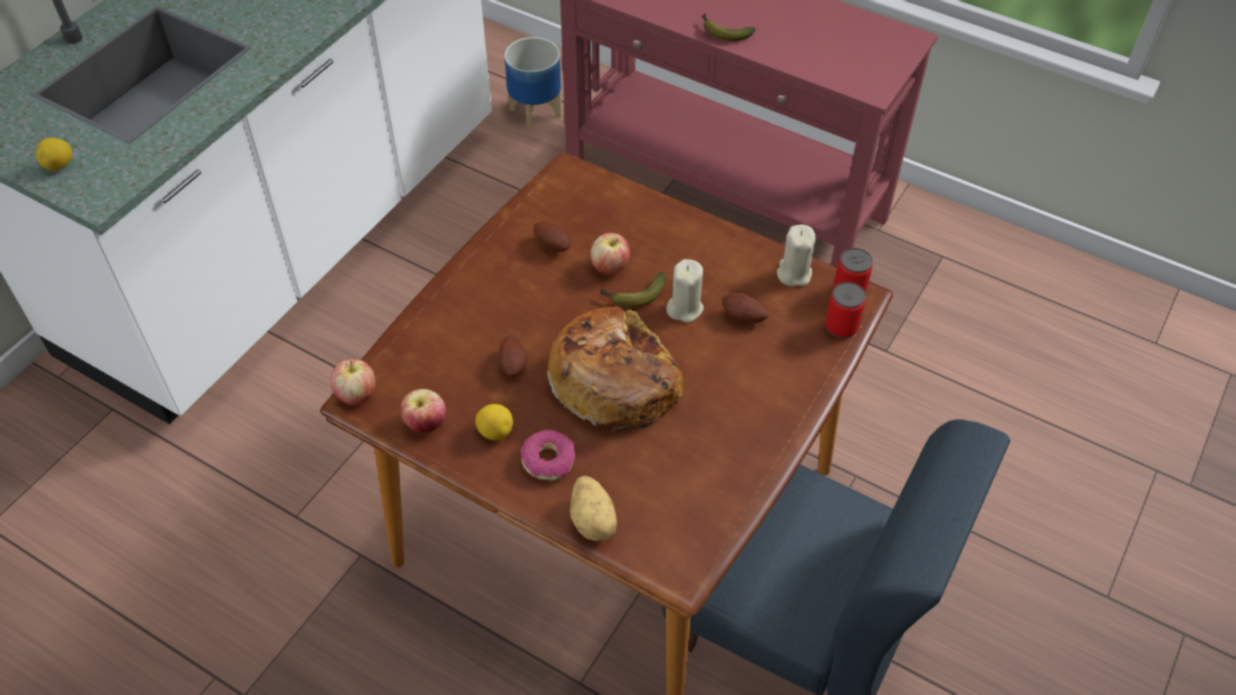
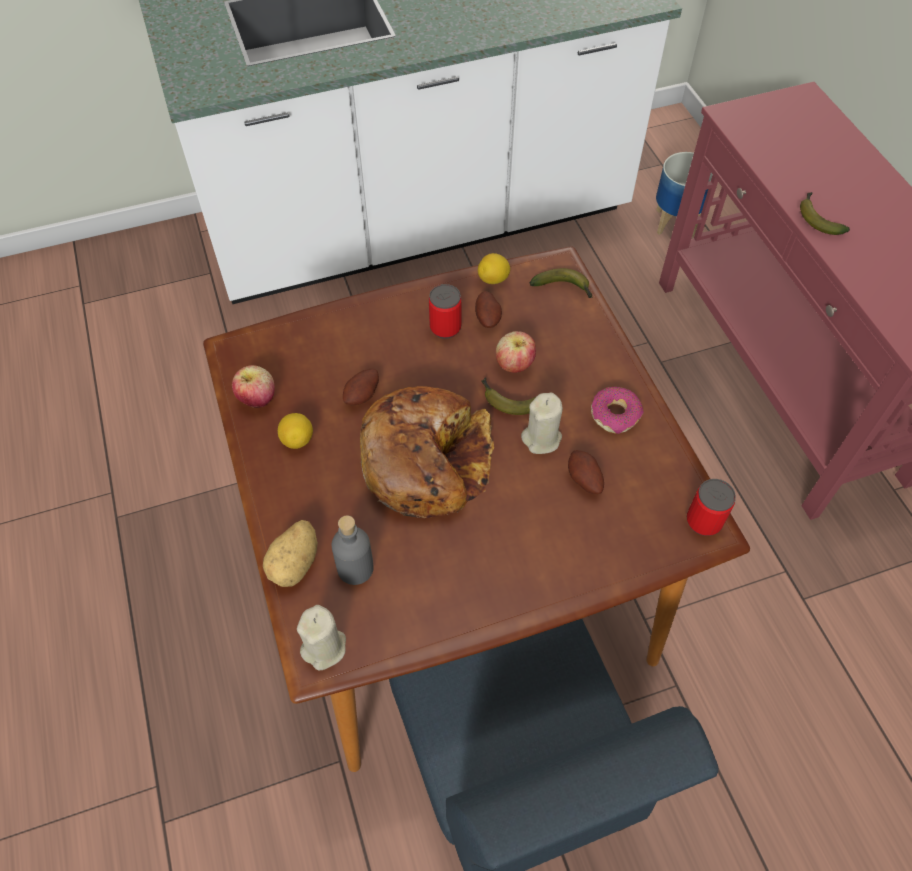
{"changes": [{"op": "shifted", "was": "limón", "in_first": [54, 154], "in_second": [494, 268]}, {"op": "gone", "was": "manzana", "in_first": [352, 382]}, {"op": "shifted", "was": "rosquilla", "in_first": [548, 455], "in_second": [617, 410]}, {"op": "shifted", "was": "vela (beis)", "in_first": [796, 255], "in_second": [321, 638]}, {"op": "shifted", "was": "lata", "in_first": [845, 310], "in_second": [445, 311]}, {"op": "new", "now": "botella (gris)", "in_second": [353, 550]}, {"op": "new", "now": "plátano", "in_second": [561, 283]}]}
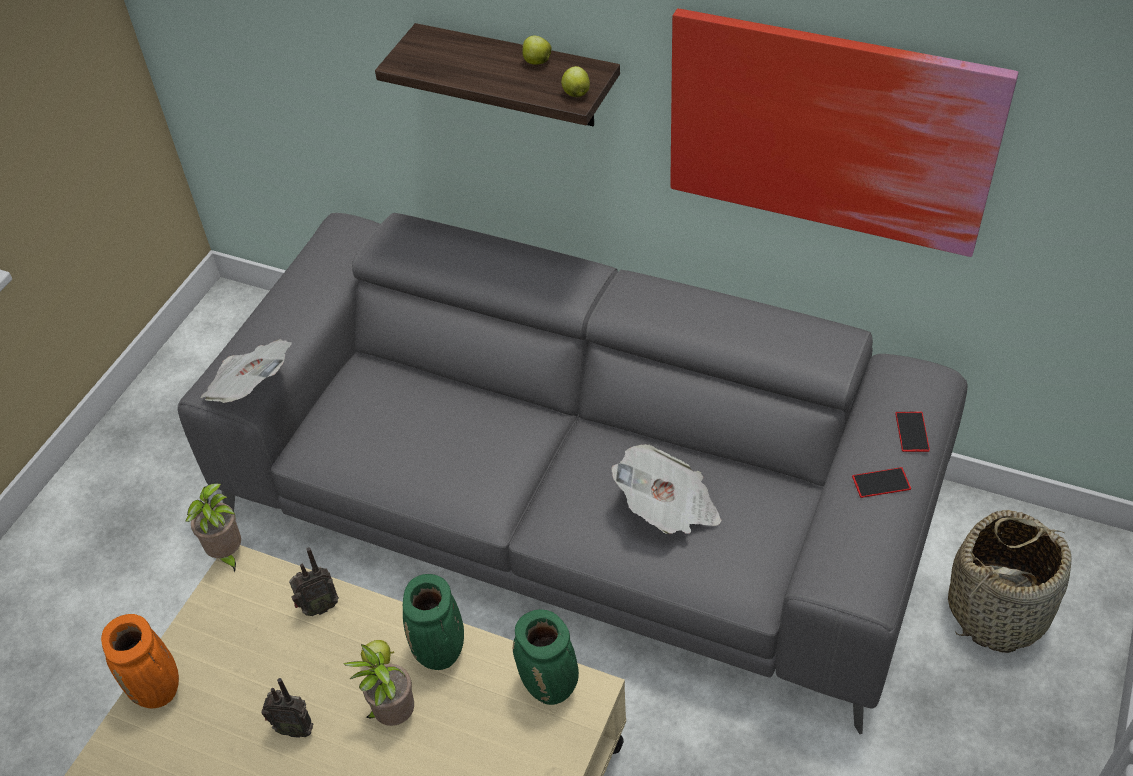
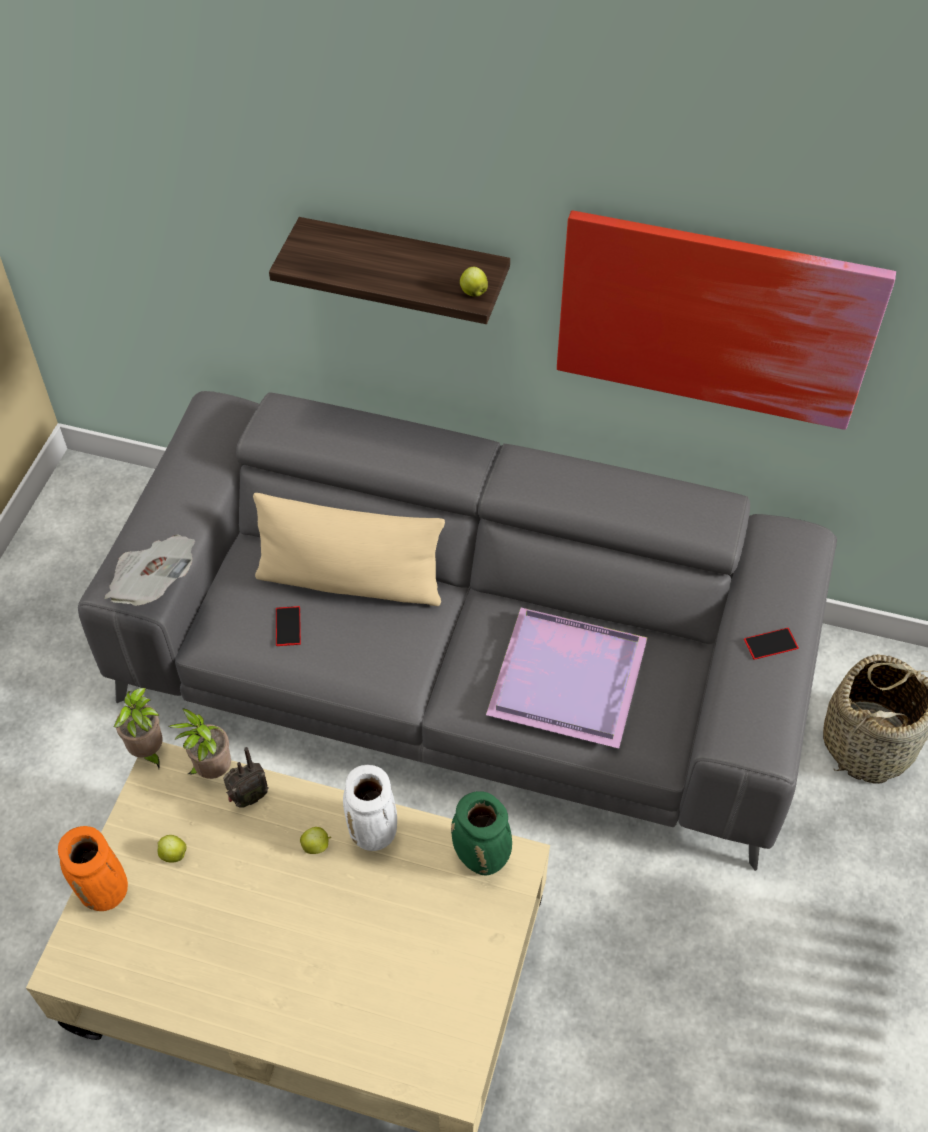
{"changes": [{"op": "gone", "was": "radio", "in_first": [287, 708]}, {"op": "shifted", "was": "planta en maceta", "in_first": [378, 685], "in_second": [200, 743]}, {"op": "repainted", "was": "florero (verde)", "now": "florero (blanco)", "in_first": [433, 622], "in_second": [370, 808]}, {"op": "shifted", "was": "manzana", "in_first": [537, 50], "in_second": [172, 849]}, {"op": "swapped", "was": "periódico", "now": "bandeja (morado)", "in_first": [667, 489], "in_second": [566, 678]}, {"op": "shifted", "was": "móvil", "in_first": [912, 432], "in_second": [288, 626]}, {"op": "new", "now": "cojín (beis)", "in_second": [349, 549]}]}
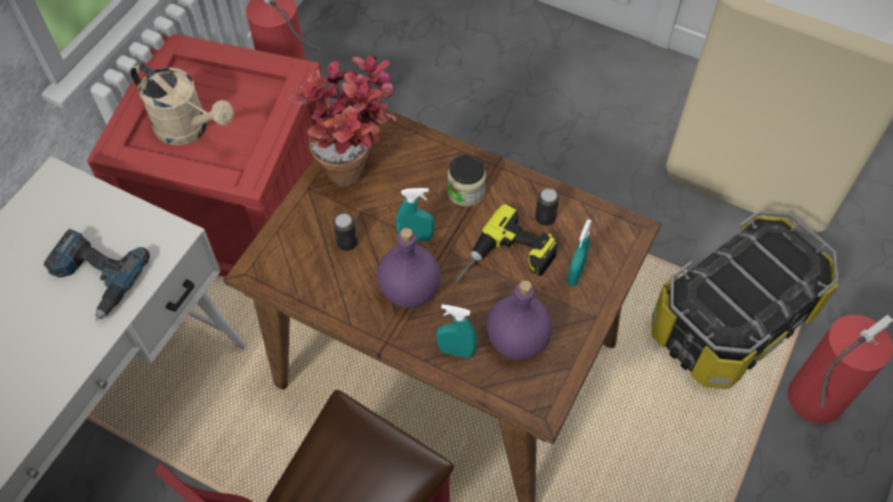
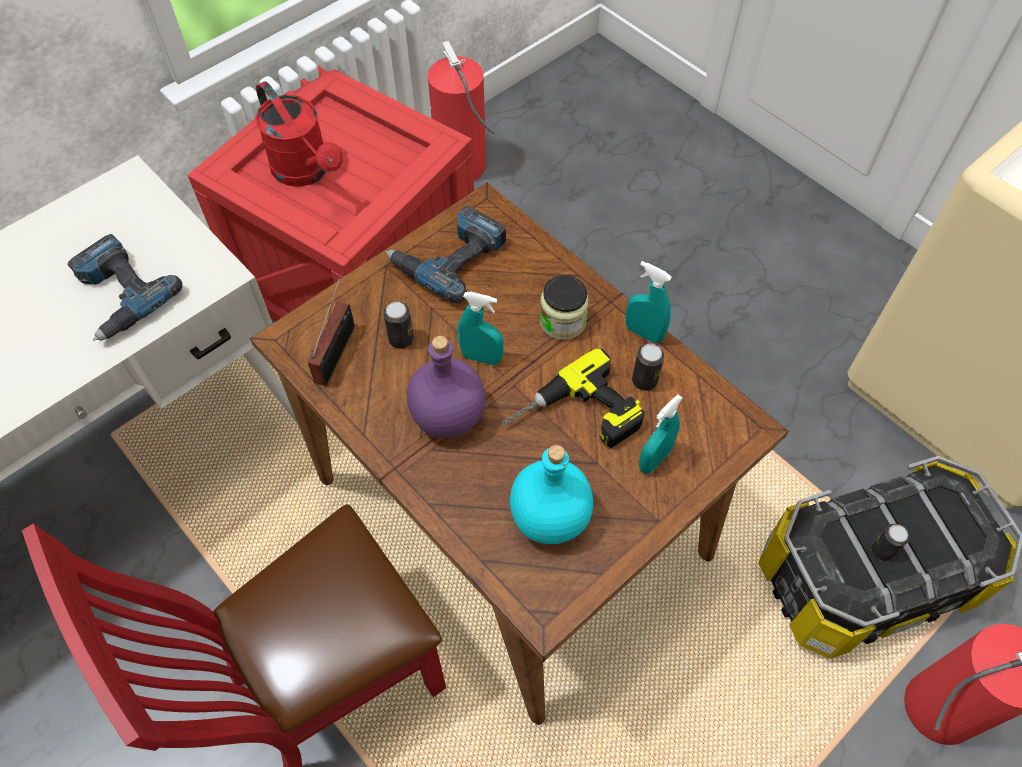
{"changes": [{"op": "repainted", "was": "regadera (beis)", "now": "regadera (rojo)", "in_first": [182, 104], "in_second": [299, 134]}, {"op": "swapped", "was": "planta en maceta", "now": "taladro", "in_first": [341, 121], "in_second": [446, 254]}, {"op": "shifted", "was": "pulverizador (turquesa)", "in_first": [456, 331], "in_second": [649, 302]}, {"op": "repainted", "was": "botella (morado)", "now": "botella (turquesa)", "in_first": [519, 320], "in_second": [551, 494]}, {"op": "new", "now": "radio", "in_second": [331, 331]}, {"op": "new", "now": "lata", "in_second": [890, 542]}]}
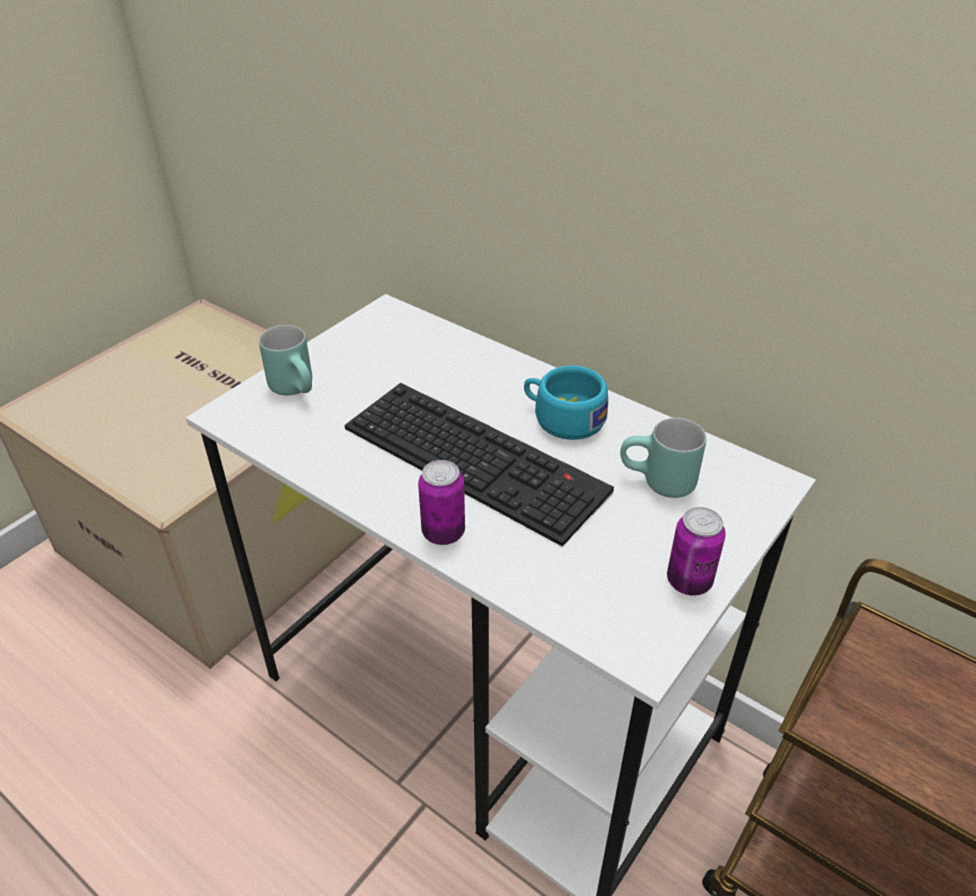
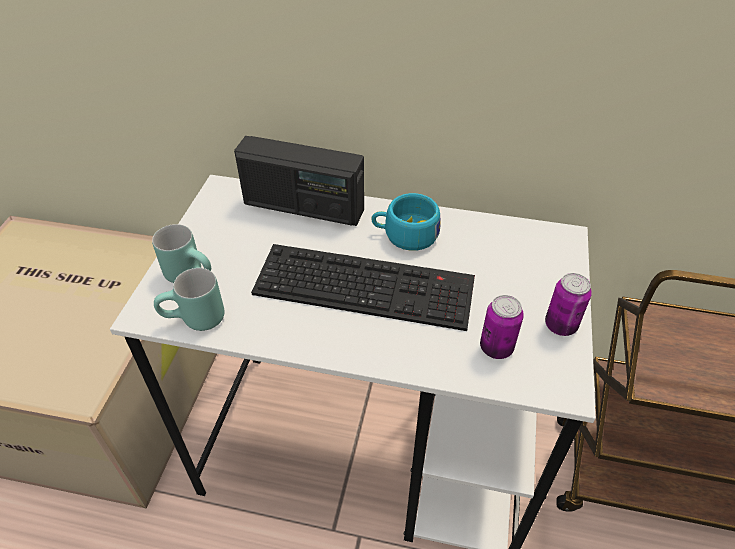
{"changes": [{"op": "shifted", "was": "lata", "in_first": [441, 502], "in_second": [502, 327]}, {"op": "shifted", "was": "taza grande (turquesa)", "in_first": [663, 458], "in_second": [189, 299]}, {"op": "new", "now": "radio", "in_second": [299, 181]}]}
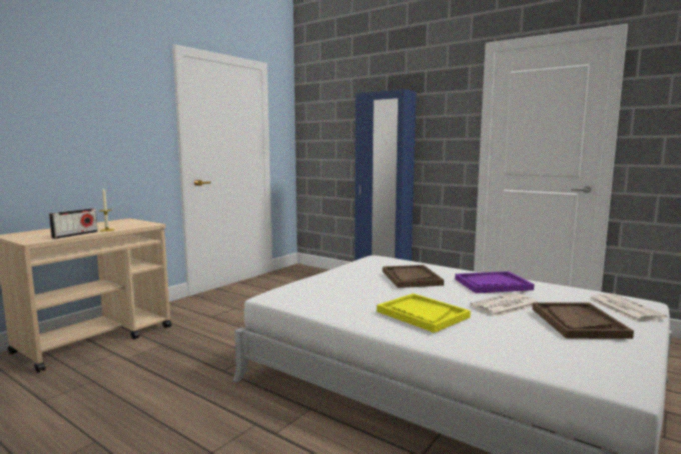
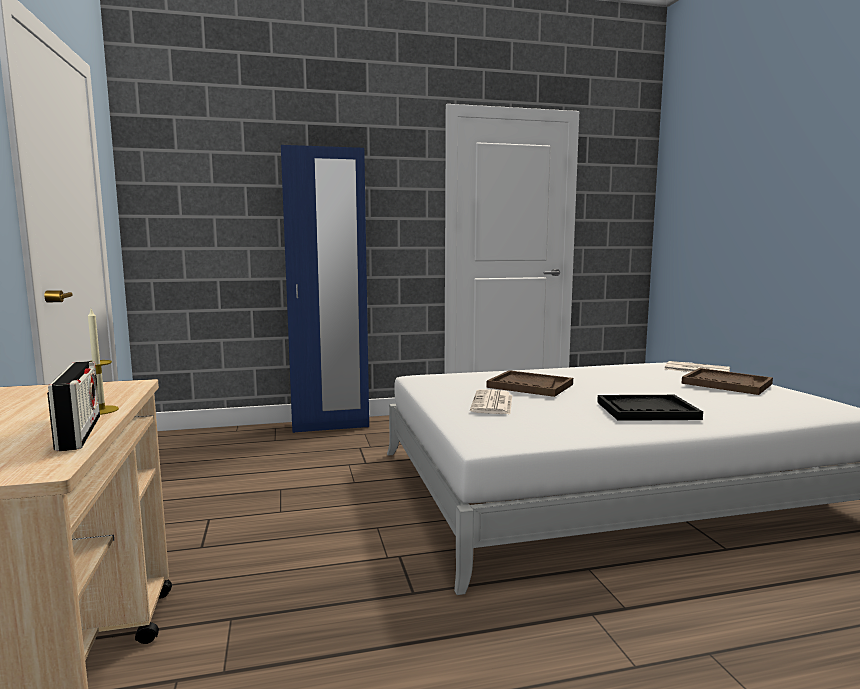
{"changes": [{"op": "repainted", "was": "bandeja (amarillo)", "now": "bandeja (negro)", "in_first": [424, 313], "in_second": [650, 408]}, {"op": "gone", "was": "bandeja (morado)", "in_first": [494, 282]}, {"op": "shifted", "was": "periódico", "in_first": [504, 305], "in_second": [491, 401]}]}
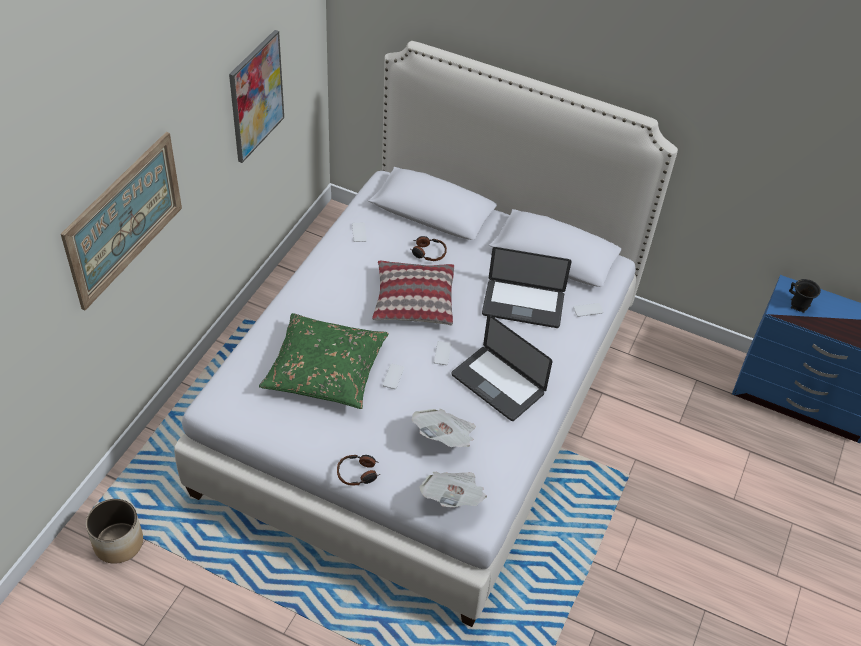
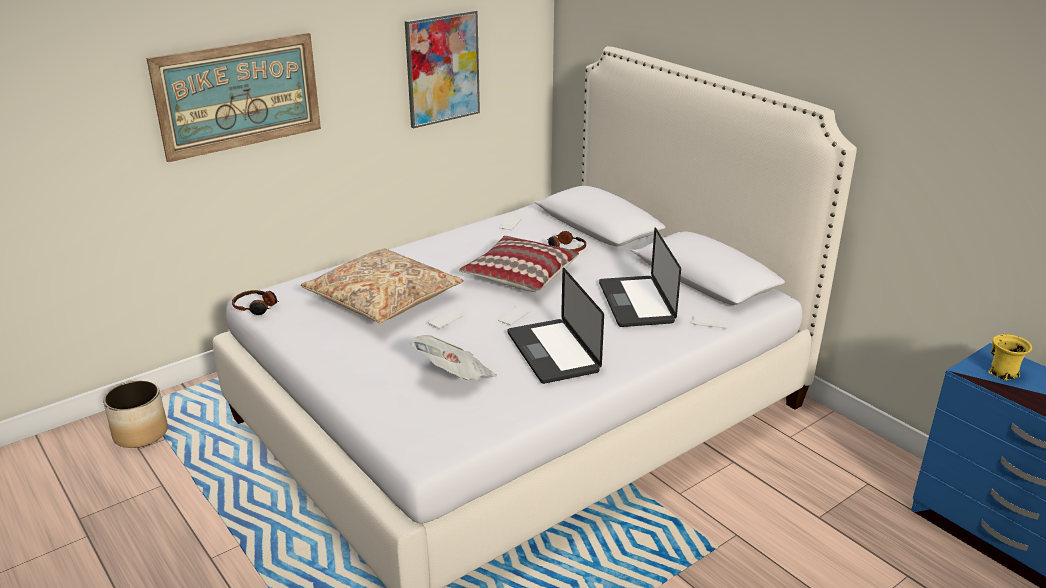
{"changes": [{"op": "repainted", "was": "cojín (verde)", "now": "cojín (beis)", "in_first": [324, 361], "in_second": [382, 286]}, {"op": "shifted", "was": "auriculares", "in_first": [358, 470], "in_second": [255, 302]}, {"op": "gone", "was": "periódico", "in_first": [453, 489]}, {"op": "rotated", "was": "portátil", "in_first": [527, 287], "in_second": [640, 277], "clockwise": 45}, {"op": "repainted", "was": "taza grande (negro)", "now": "taza grande (amarillo)", "in_first": [805, 296], "in_second": [1010, 357]}]}
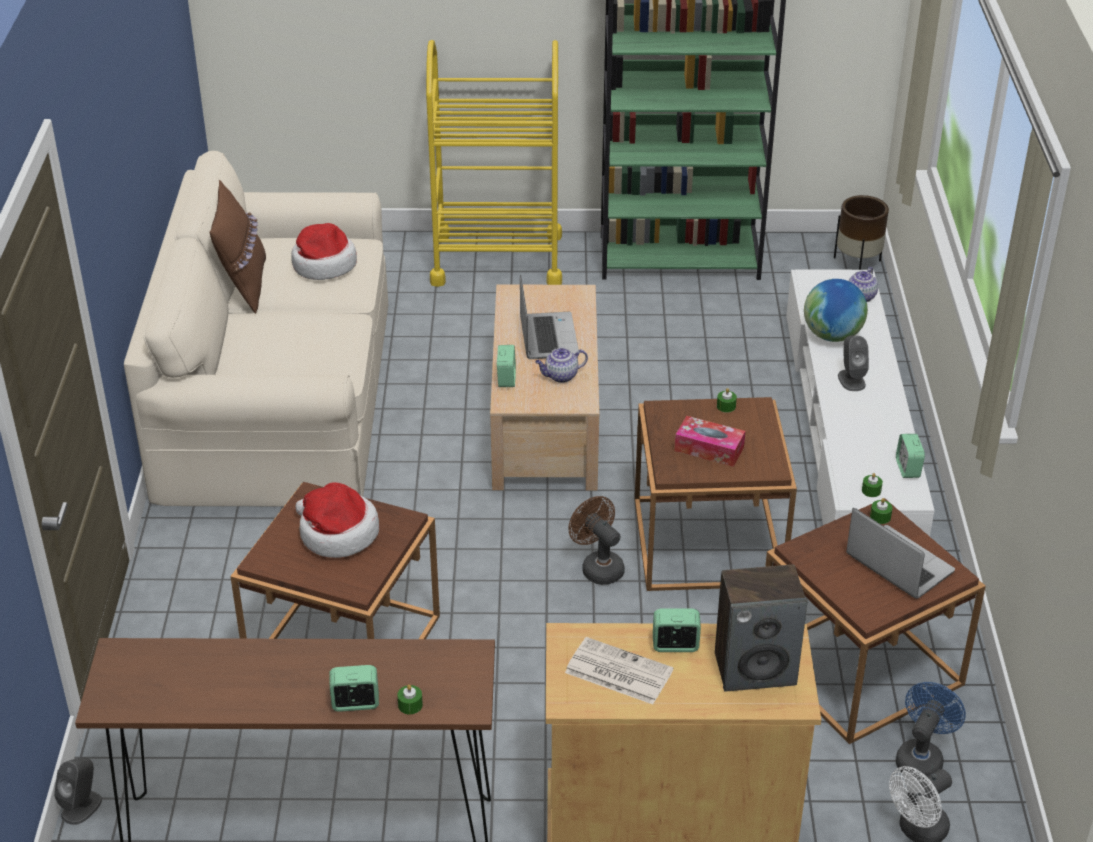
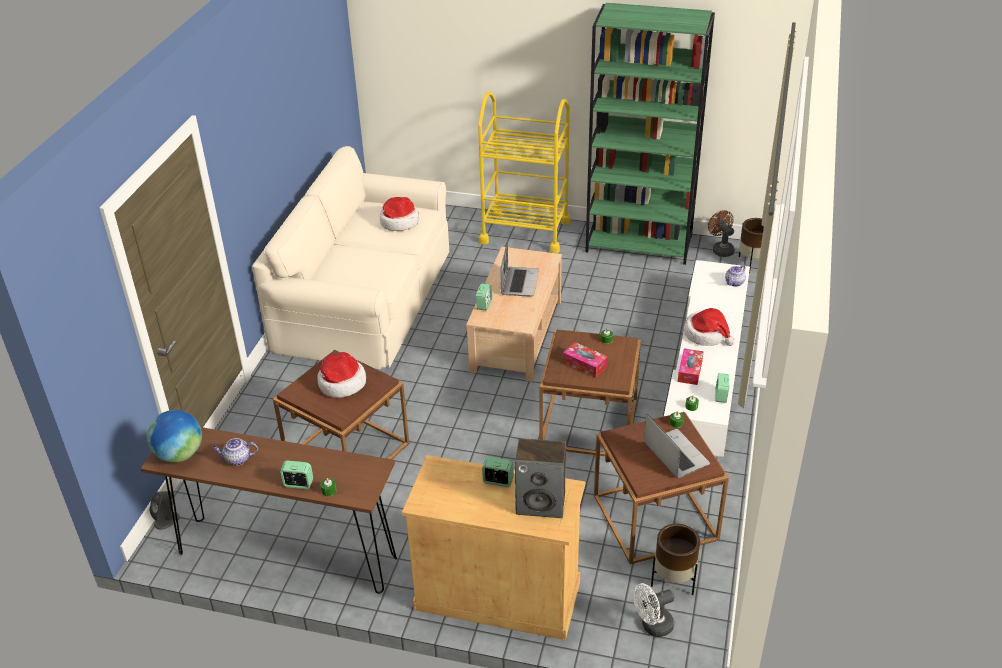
{"changes": [{"op": "gone", "was": "cojín (marrón)", "in_first": [238, 247]}, {"op": "shifted", "was": "tetera", "in_first": [561, 365], "in_second": [235, 452]}, {"op": "gone", "was": "periódico", "in_first": [619, 670]}, {"op": "shifted", "was": "ventilador (marrón)", "in_first": [596, 540], "in_second": [721, 233]}, {"op": "shifted", "was": "globo terráqueo", "in_first": [836, 310], "in_second": [174, 436]}, {"op": "swapped", "was": "altavoz (gris)", "now": "sombrero", "in_first": [853, 363], "in_second": [709, 327]}, {"op": "swapped", "was": "ventilador (azul)", "now": "maceta (marrón)", "in_first": [931, 731], "in_second": [675, 559]}, {"op": "new", "now": "caja de pañuelos", "in_second": [691, 367]}]}
